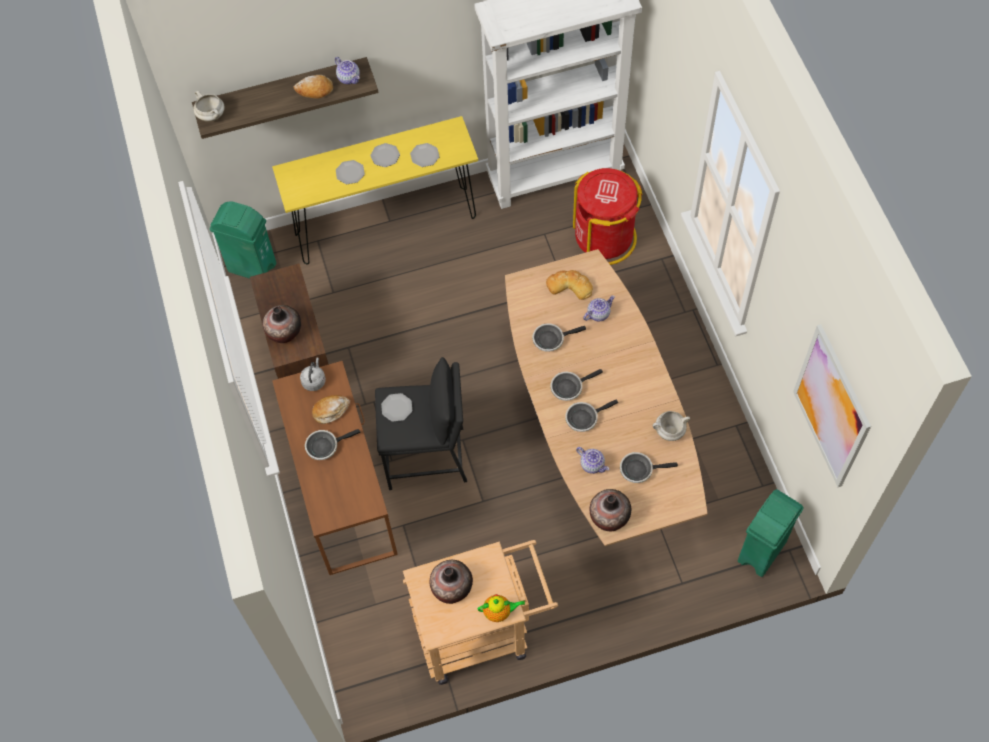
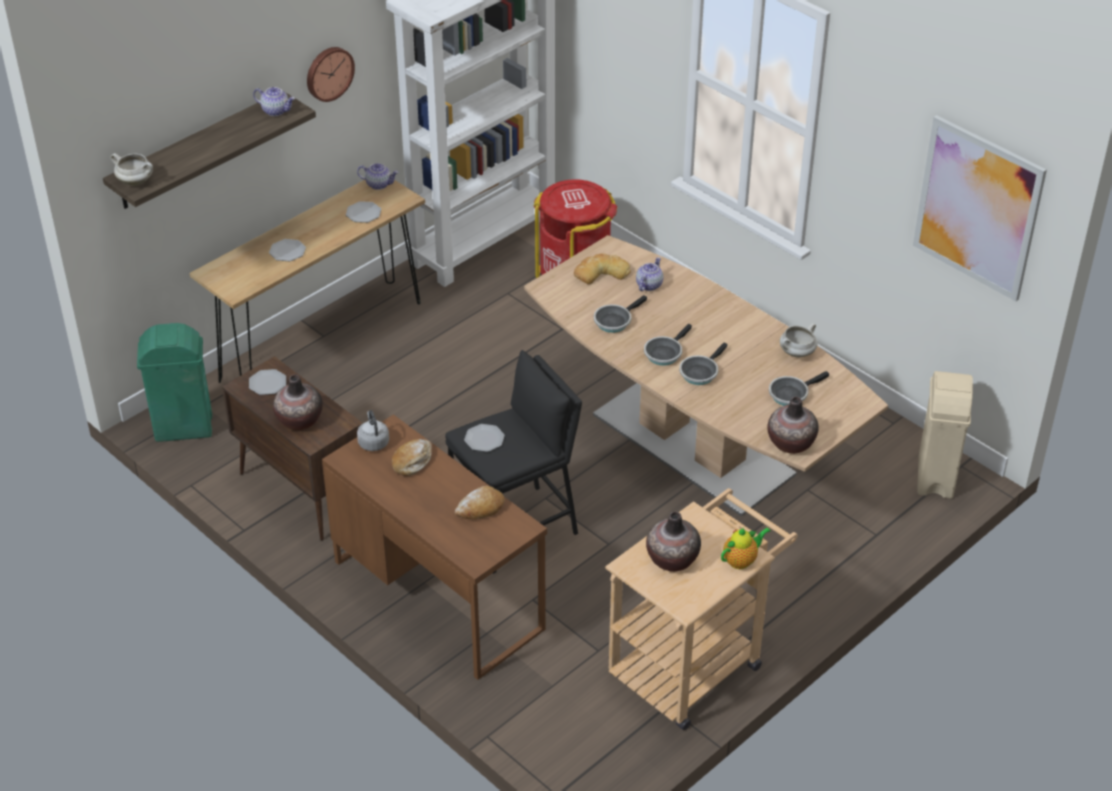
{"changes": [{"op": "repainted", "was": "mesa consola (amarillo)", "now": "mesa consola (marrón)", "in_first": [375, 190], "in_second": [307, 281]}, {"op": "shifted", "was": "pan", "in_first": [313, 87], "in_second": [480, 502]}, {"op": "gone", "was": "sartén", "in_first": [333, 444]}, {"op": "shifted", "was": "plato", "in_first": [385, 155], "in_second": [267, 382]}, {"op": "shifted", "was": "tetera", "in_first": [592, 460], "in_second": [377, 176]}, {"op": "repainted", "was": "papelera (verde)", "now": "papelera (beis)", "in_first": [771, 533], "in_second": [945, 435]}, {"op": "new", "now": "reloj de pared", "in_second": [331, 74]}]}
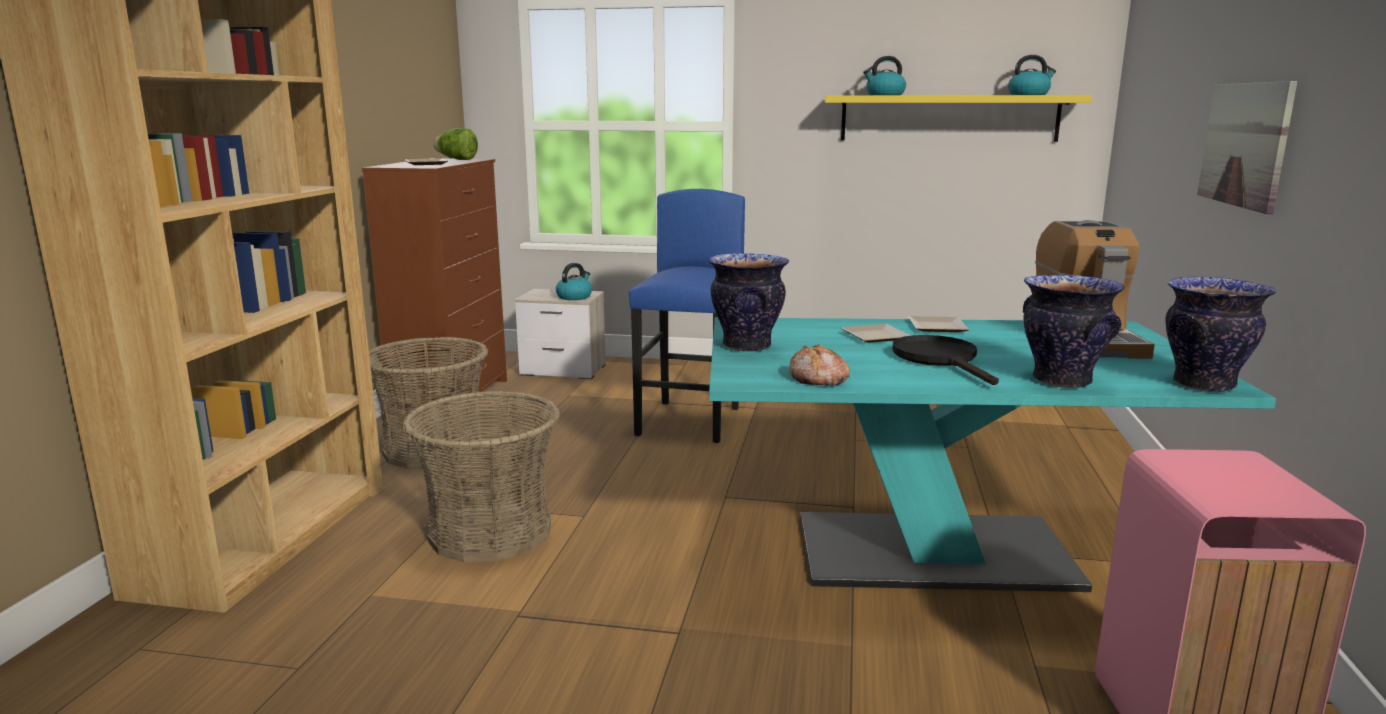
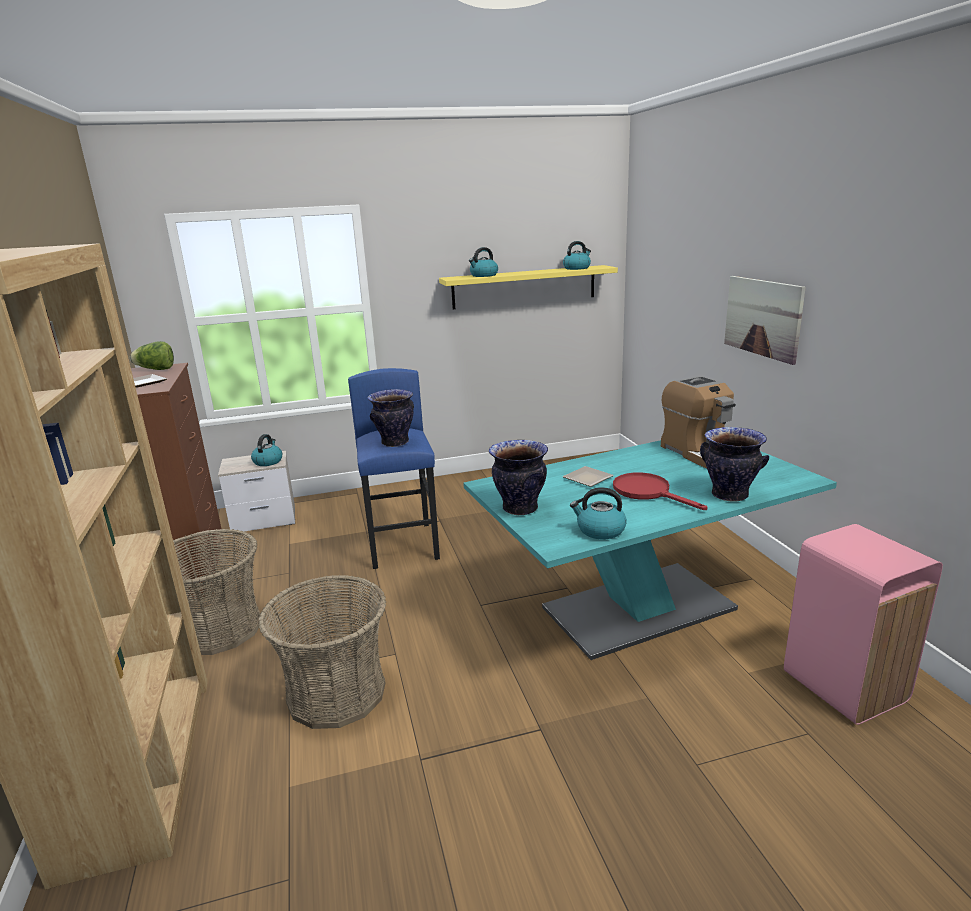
{"changes": [{"op": "swapped", "was": "pan", "now": "hervidor", "in_first": [819, 364], "in_second": [598, 513]}, {"op": "repainted", "was": "sartén (negro)", "now": "sartén (rojo)", "in_first": [945, 360], "in_second": [660, 491]}, {"op": "gone", "was": "plato", "in_first": [939, 324]}, {"op": "shifted", "was": "florero", "in_first": [1220, 334], "in_second": [390, 418]}]}
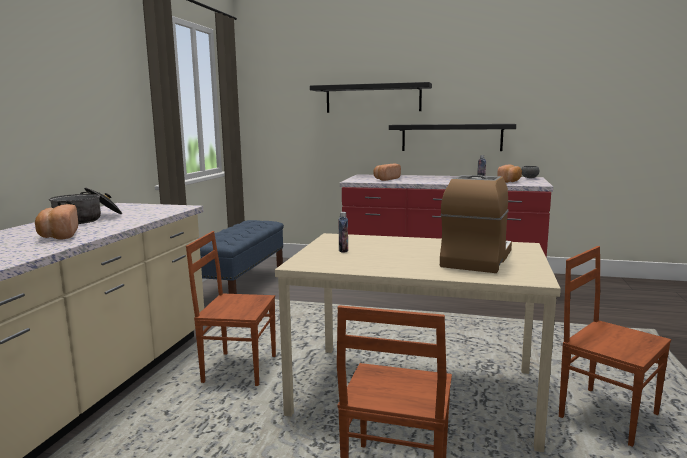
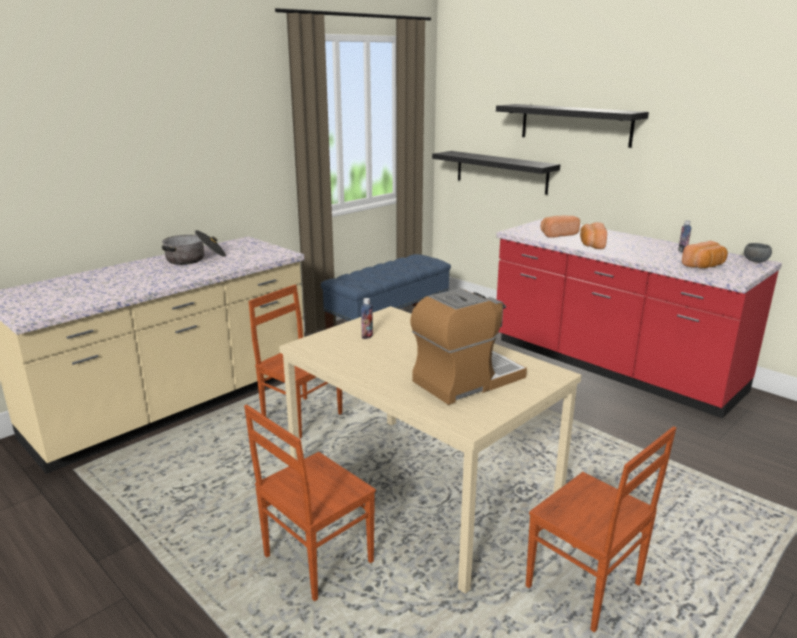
{"changes": [{"op": "shifted", "was": "pan", "in_first": [56, 222], "in_second": [593, 235]}, {"op": "shifted", "was": "estante (negro)", "in_first": [452, 137], "in_second": [496, 173]}, {"op": "rotated", "was": "silla (marrón)", "in_first": [615, 346], "in_second": [601, 529], "clockwise": 150}]}
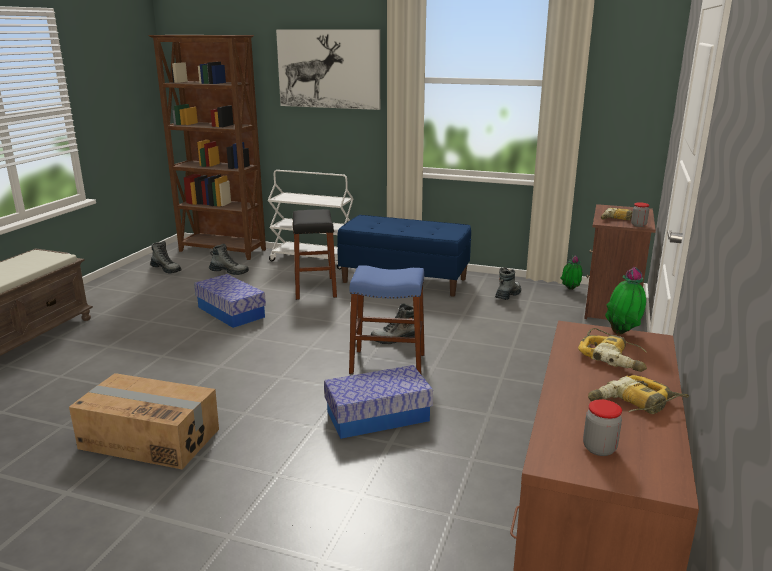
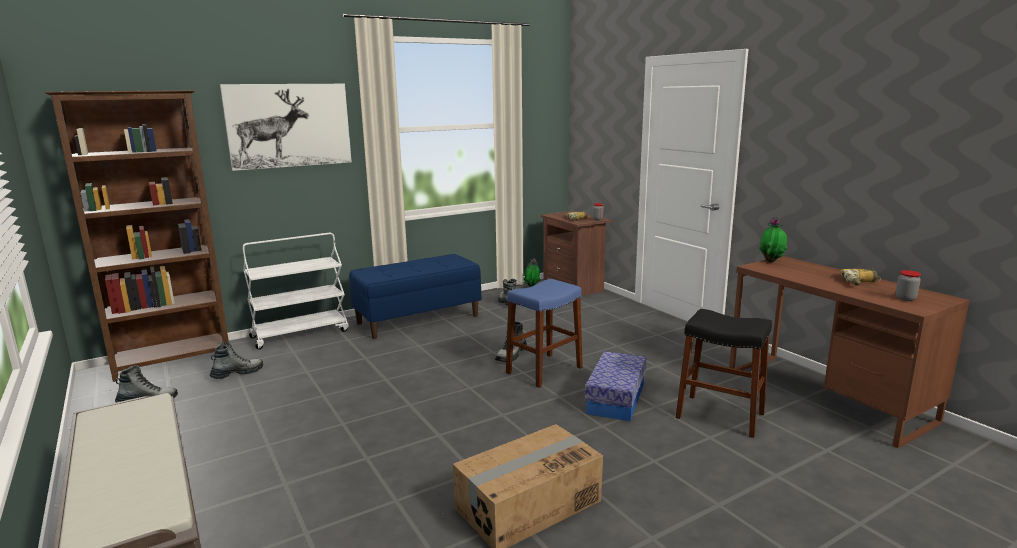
{"changes": [{"op": "gone", "was": "caja de almacenaje", "in_first": [230, 301]}, {"op": "shifted", "was": "taburete (negro)", "in_first": [315, 254], "in_second": [724, 373]}, {"op": "gone", "was": "taladro", "in_first": [612, 350]}]}
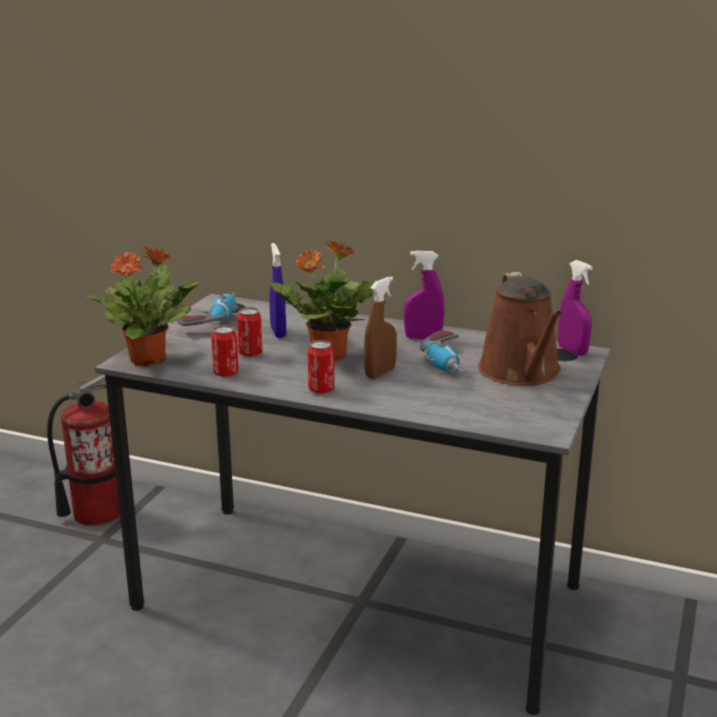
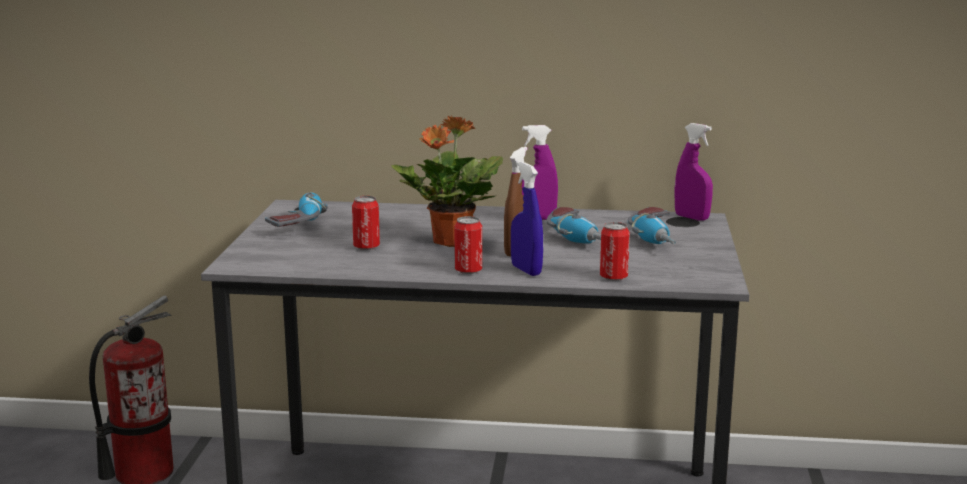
{"changes": [{"op": "gone", "was": "planta en maceta", "in_first": [143, 307]}, {"op": "shifted", "was": "lata", "in_first": [225, 351], "in_second": [615, 251]}, {"op": "shifted", "was": "pulverizador (azul)", "in_first": [277, 290], "in_second": [527, 218]}, {"op": "swapped", "was": "regadera (marrón)", "now": "taladro", "in_first": [520, 328], "in_second": [652, 225]}]}
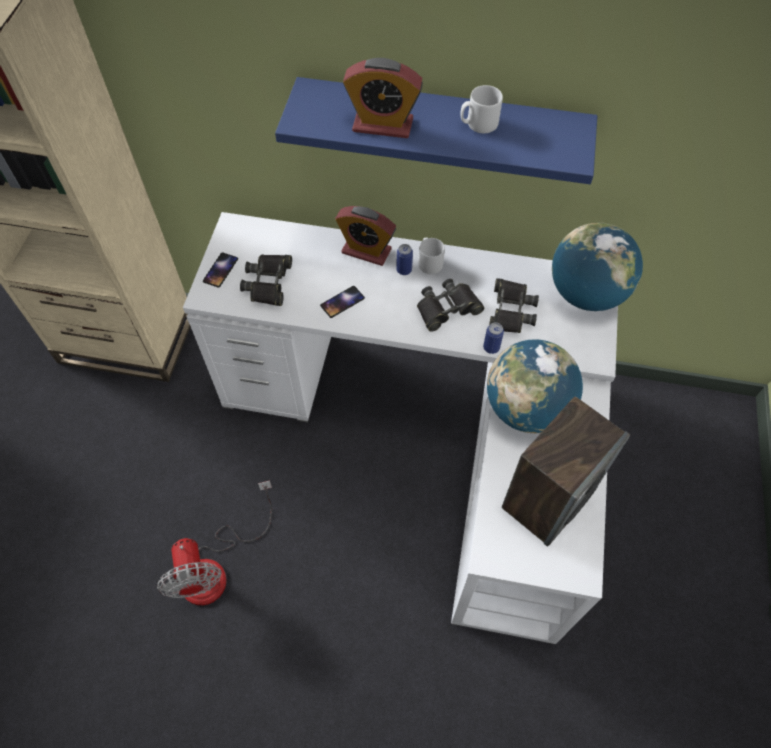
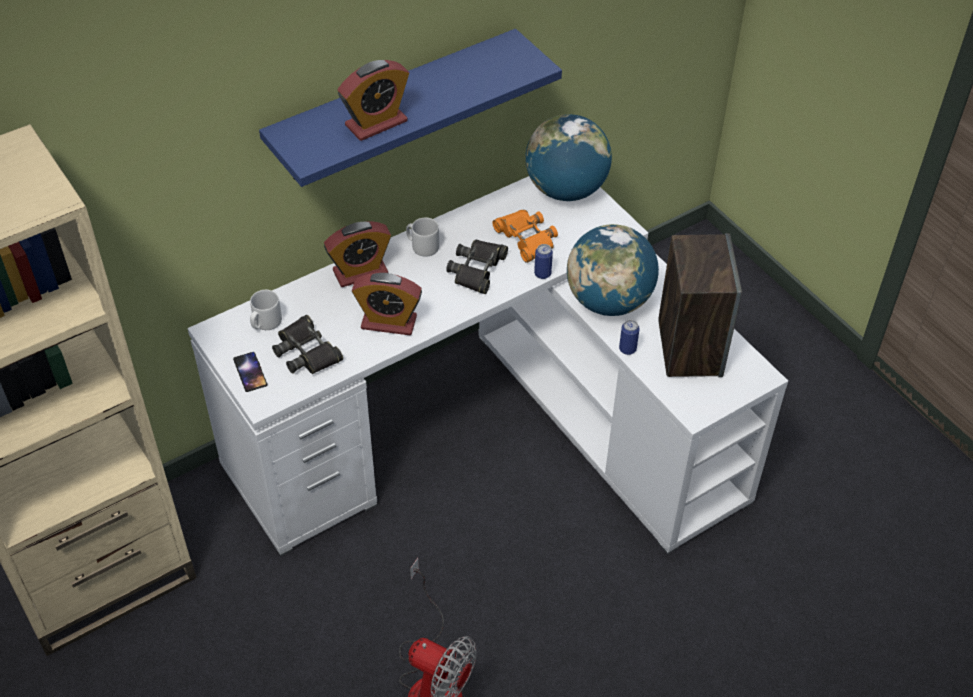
{"changes": [{"op": "swapped", "was": "móvil", "now": "despertador", "in_first": [342, 302], "in_second": [387, 304]}, {"op": "shifted", "was": "lata", "in_first": [404, 259], "in_second": [629, 337]}, {"op": "shifted", "was": "taza grande (gris)", "in_first": [481, 109], "in_second": [266, 310]}, {"op": "repainted", "was": "prismáticos (negro)", "now": "prismáticos (naranja)", "in_first": [514, 305], "in_second": [525, 236]}]}
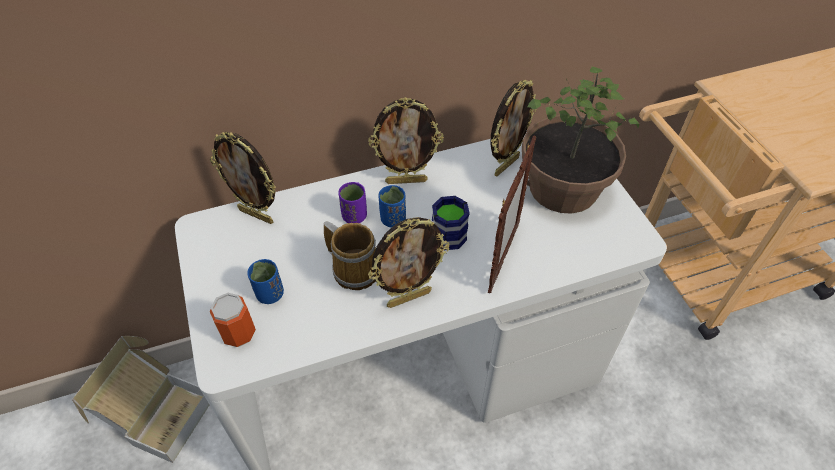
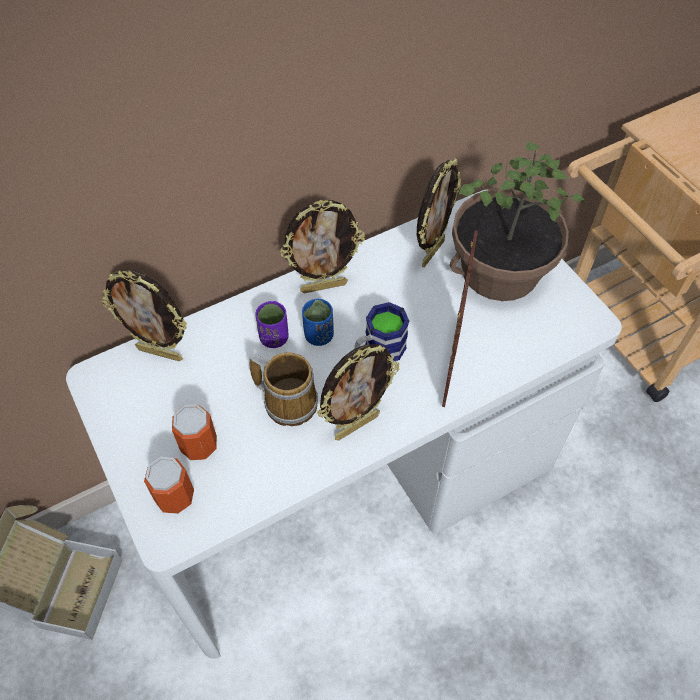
{"changes": [{"op": "swapped", "was": "taza (azul)", "now": "lata", "in_first": [265, 281], "in_second": [194, 432]}]}
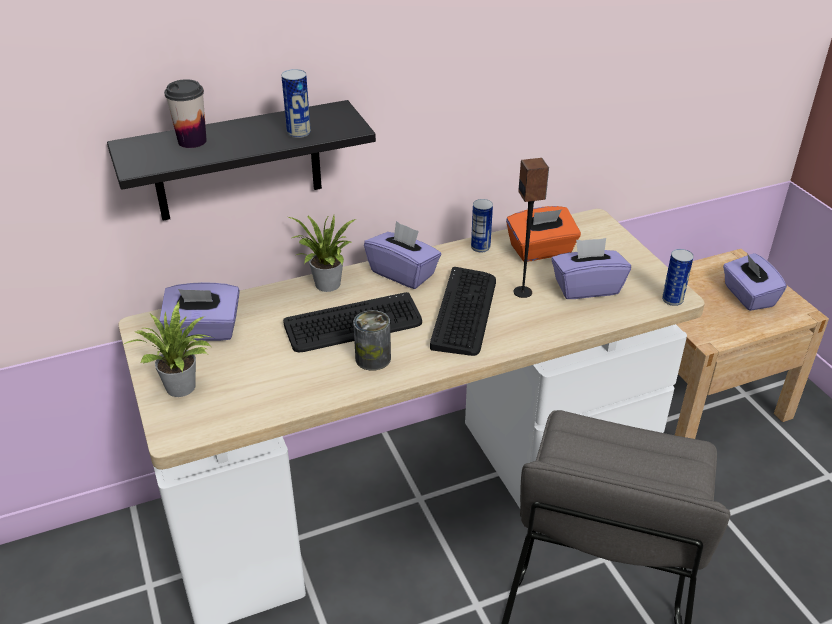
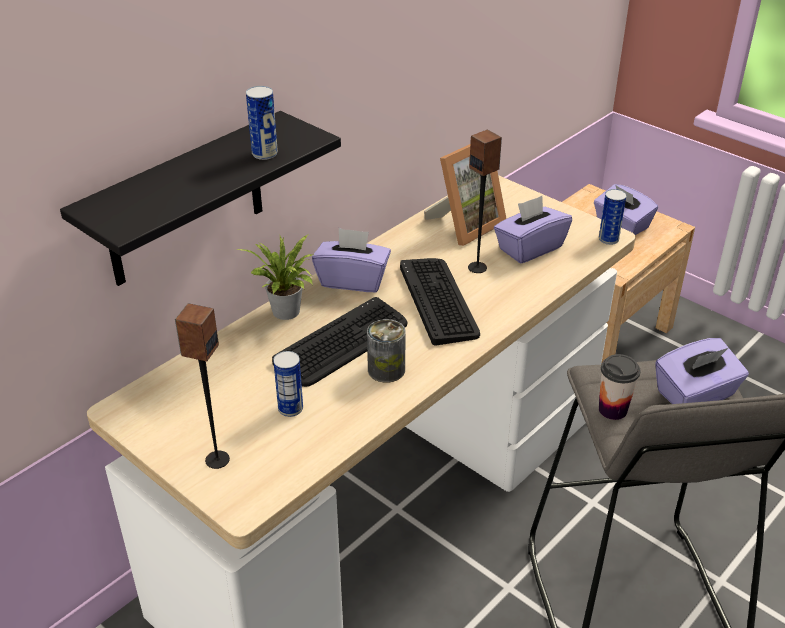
{"changes": [{"op": "swapped", "was": "planta en maceta", "now": "altavoz", "in_first": [169, 349], "in_second": [202, 386]}, {"op": "shifted", "was": "caja de pañuelos (morado)", "in_first": [200, 311], "in_second": [702, 371]}, {"op": "shifted", "was": "taza", "in_first": [185, 113], "in_second": [619, 387]}, {"op": "shifted", "was": "lata", "in_first": [482, 225], "in_second": [288, 384]}, {"op": "swapped", "was": "caja de pañuelos (naranja)", "now": "portarretratos", "in_first": [543, 234], "in_second": [465, 195]}]}
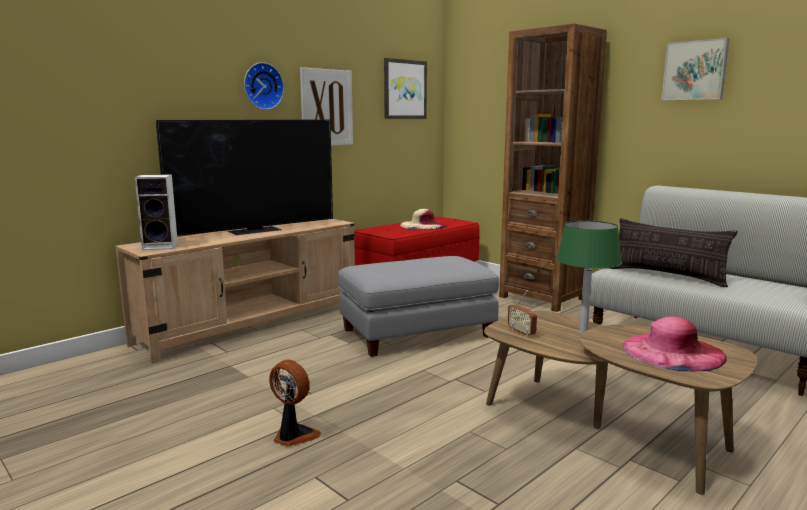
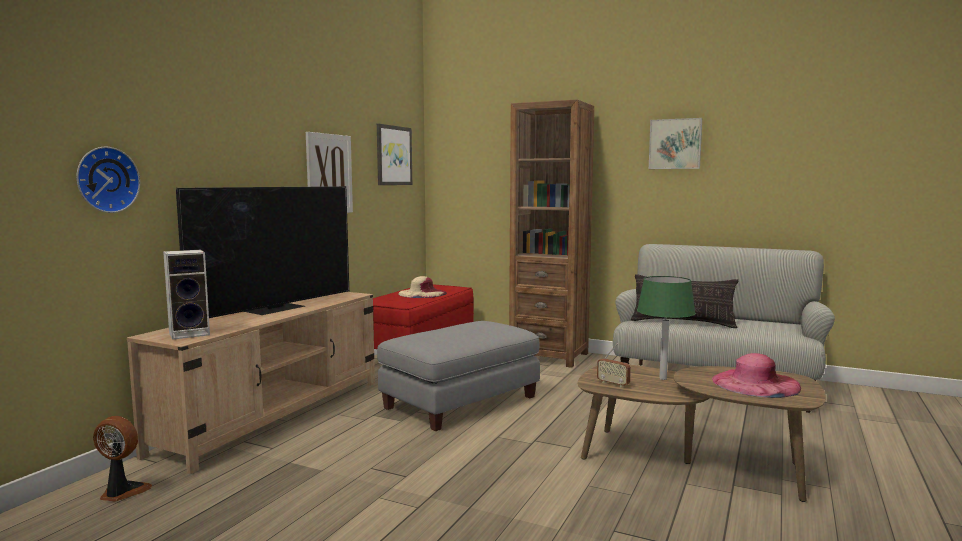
{"changes": [{"op": "shifted", "was": "reloj de pared", "in_first": [264, 86], "in_second": [108, 180]}, {"op": "shifted", "was": "ventilador", "in_first": [295, 403], "in_second": [122, 458]}]}
